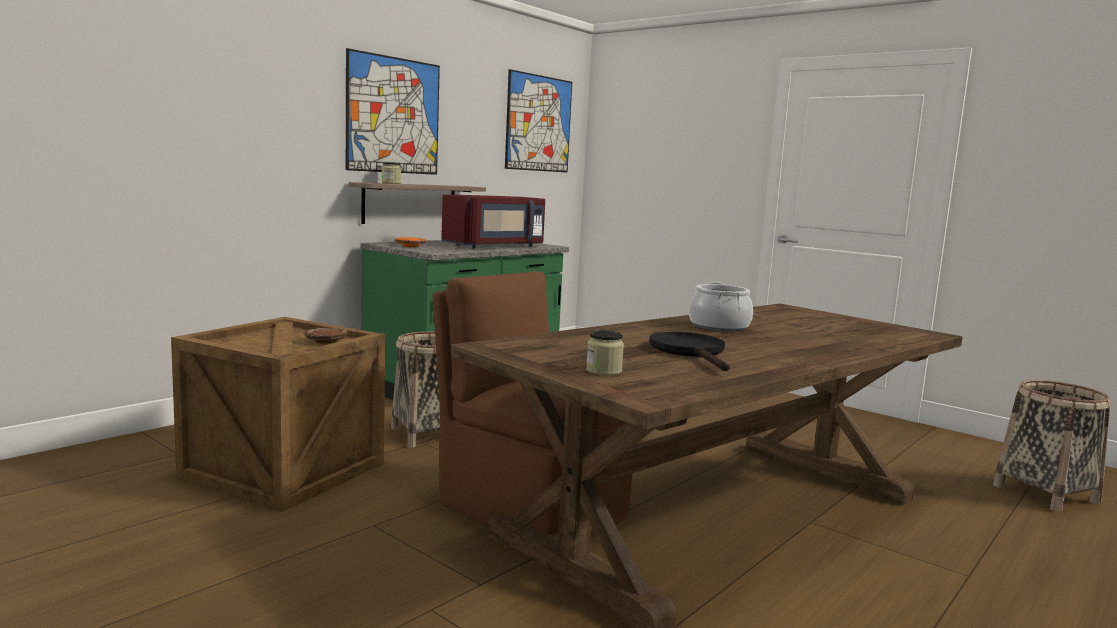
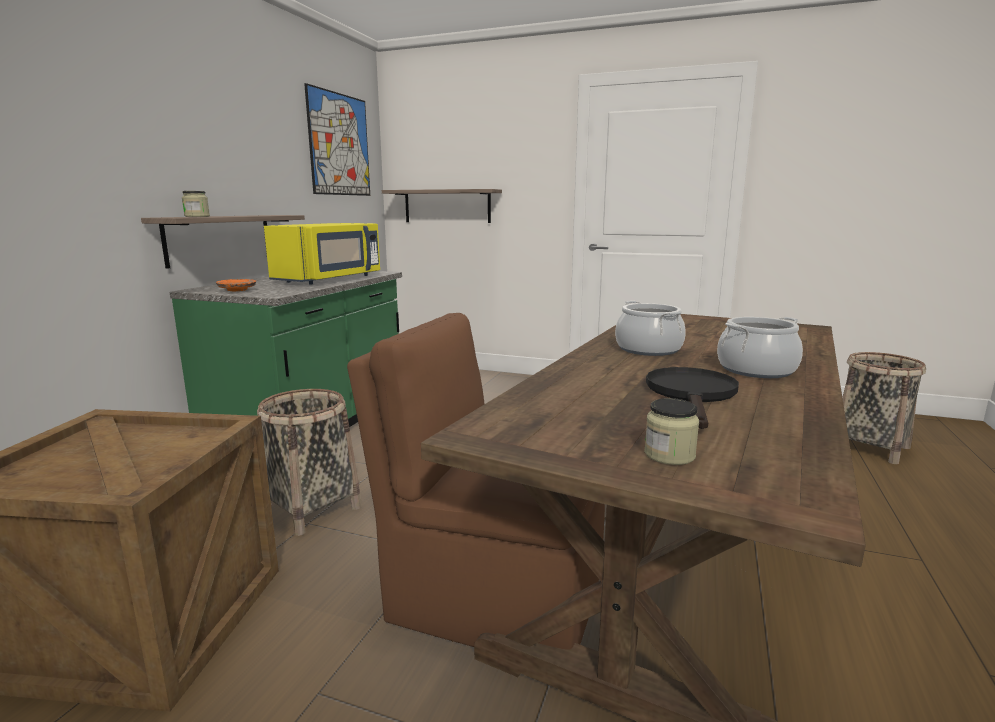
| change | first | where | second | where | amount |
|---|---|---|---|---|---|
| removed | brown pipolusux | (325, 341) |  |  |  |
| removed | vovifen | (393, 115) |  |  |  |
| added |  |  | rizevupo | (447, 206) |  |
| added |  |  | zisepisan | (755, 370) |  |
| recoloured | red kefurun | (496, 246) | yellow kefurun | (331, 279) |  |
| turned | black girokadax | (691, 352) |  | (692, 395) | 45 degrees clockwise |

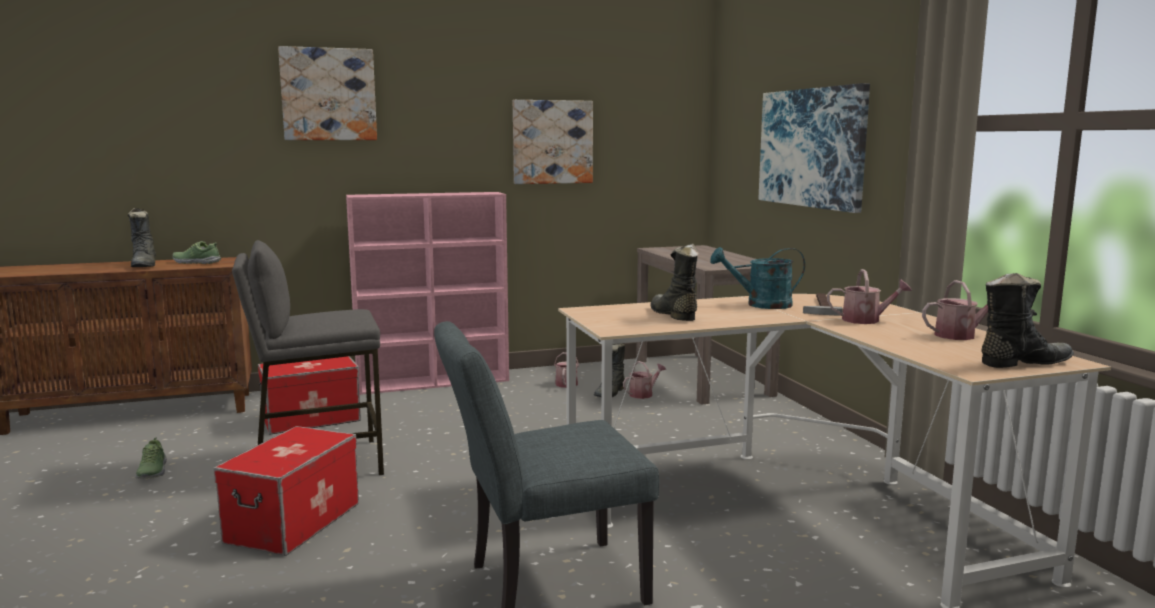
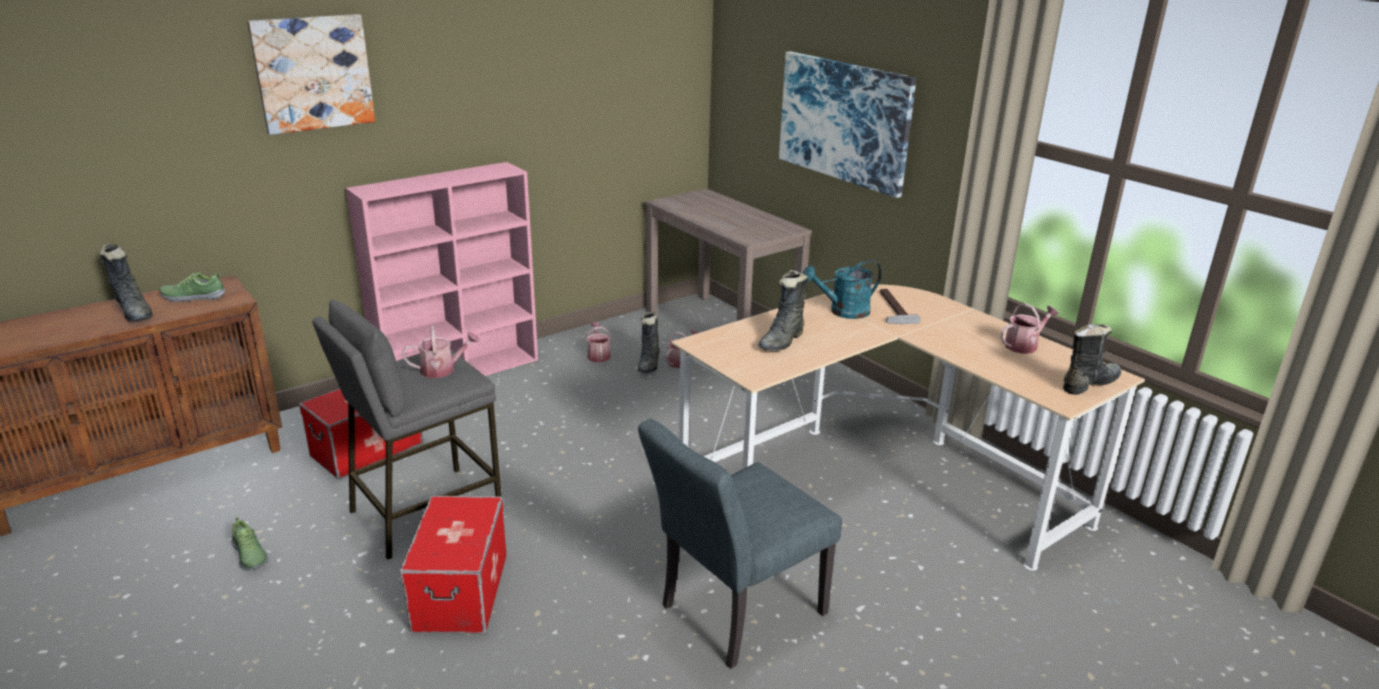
| change | first | where | second | where | amount |
|---|---|---|---|---|---|
| removed | vovifen | (552, 142) |  |  |  |
| moved | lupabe | (866, 320) |  | (443, 369) |  |
| turned | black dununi | (672, 314) |  | (782, 341) | 105 degrees counterclockwise |

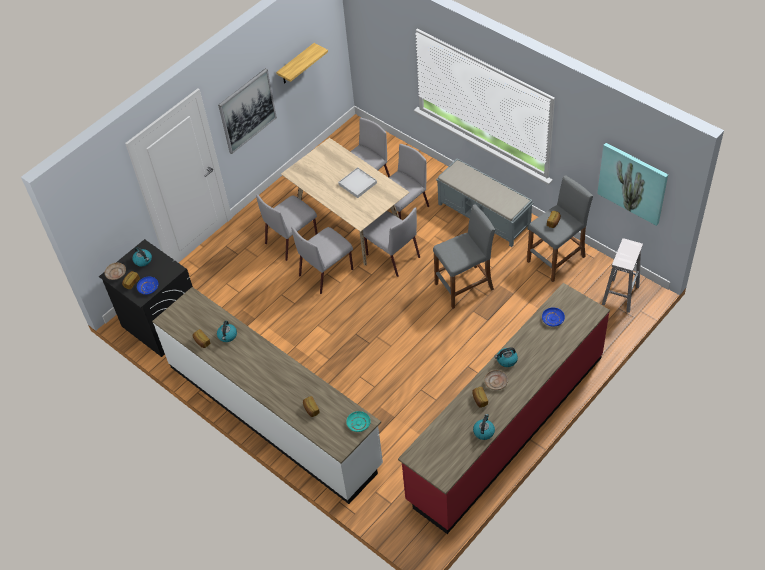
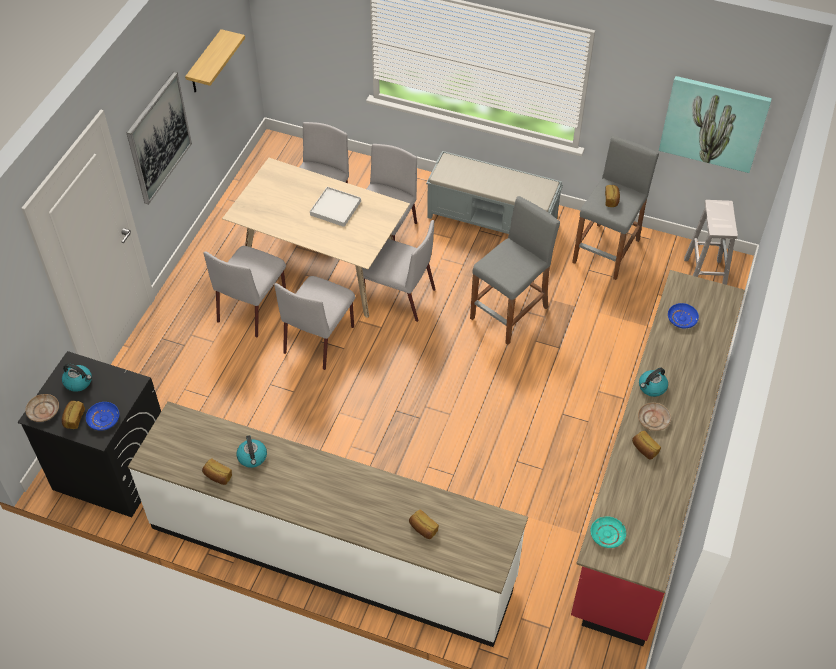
| change | first | where | second | where | amount |
|---|---|---|---|---|---|
| removed | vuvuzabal | (483, 431) |  |  |  |
| moved | turquoise pipolusux | (358, 423) |  | (607, 535) |  |

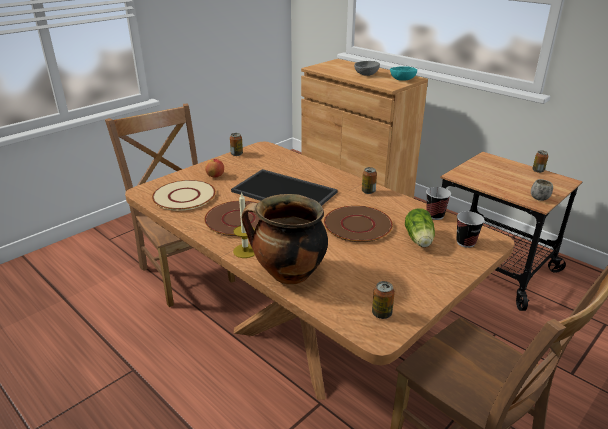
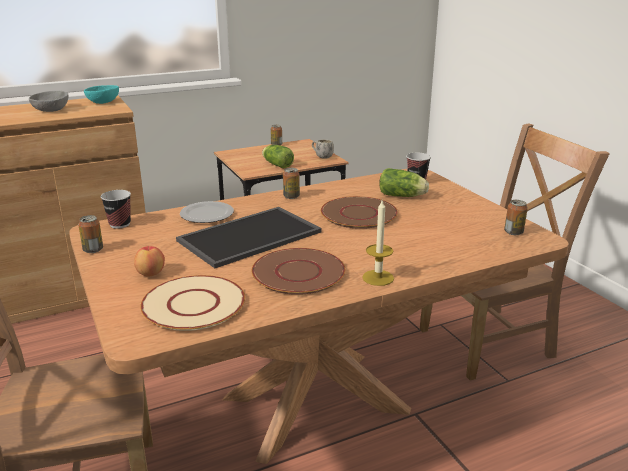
| change | first | where | second | where | amount |
|---|---|---|---|---|---|
| removed | zisepisan | (288, 275) |  |  |  |
| added |  |  | pipolusux | (206, 215) |  |
| added |  |  | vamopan | (276, 164) |  |
| moved | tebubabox | (435, 215) |  | (120, 224) |  |

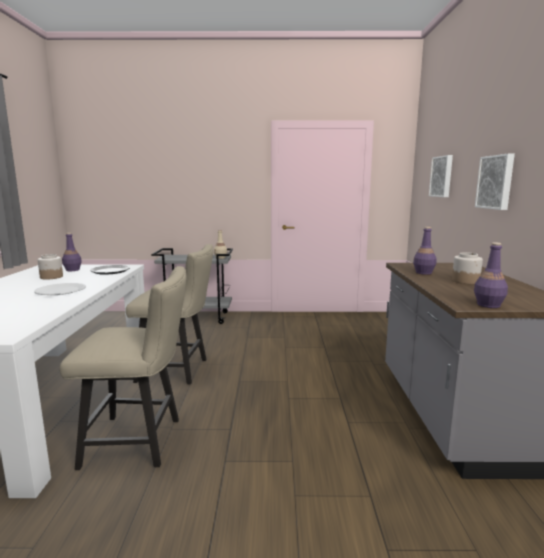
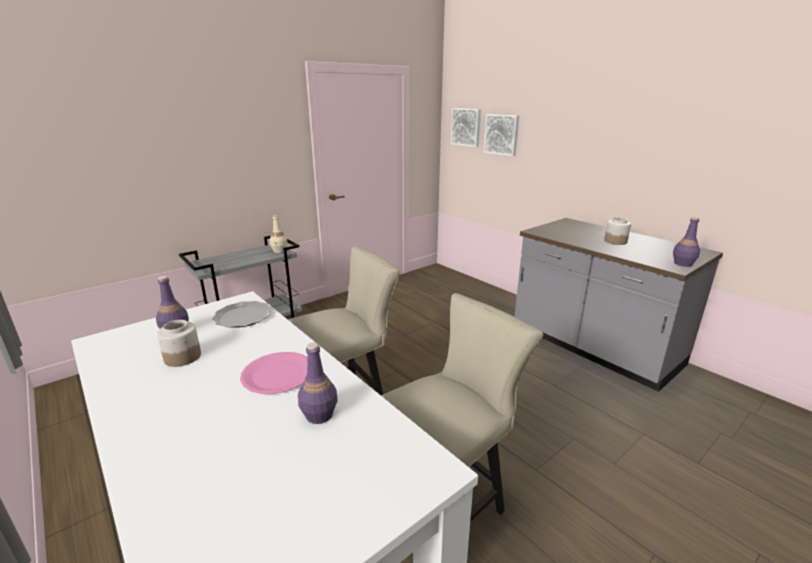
| change | first | where | second | where | amount |
|---|---|---|---|---|---|
| moved | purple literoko | (423, 273) |  | (319, 415) |  |
| moved | vovifen | (496, 182) |  | (466, 127) |  |
| recoloured | white pipolusux | (60, 291) | pink pipolusux | (278, 374) |  |

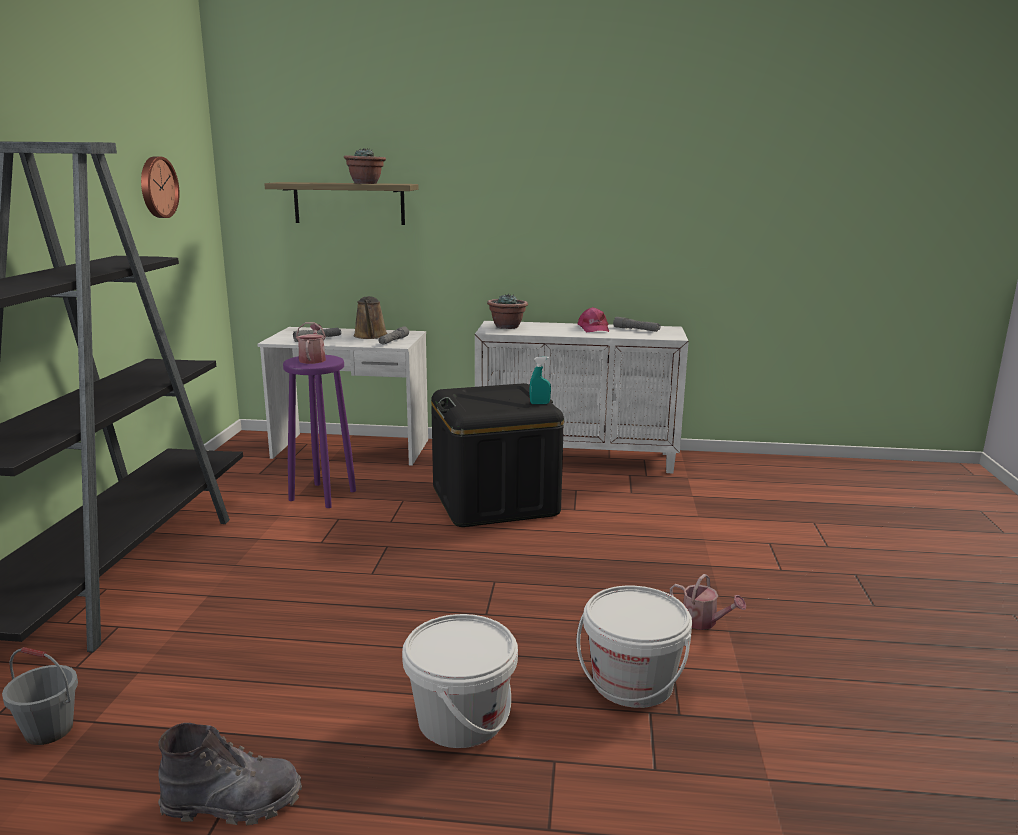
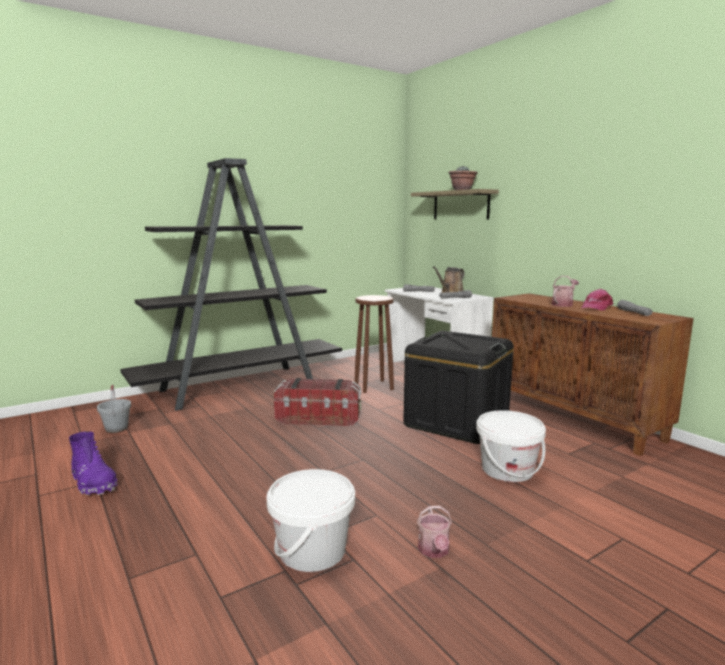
| change | first | where | second | where | amount |
|---|---|---|---|---|---|
| removed | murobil | (157, 187) |  |  |  |
| removed | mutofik | (507, 327) |  |  |  |
| removed | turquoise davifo | (539, 403) |  |  |  |
| added |  |  | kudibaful | (318, 418) |  |
| moved | lupabe | (313, 359) |  | (563, 304) |  |
| moved | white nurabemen | (461, 719) |  | (507, 470) |  |
| recoloured | grey dununi | (233, 803) | purple dununi | (93, 483) |  |
| recoloured | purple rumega | (322, 495) | brown rumega | (373, 386) |  |
| recoloured | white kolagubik | (577, 458) | brown kolagubik | (573, 419) |  |

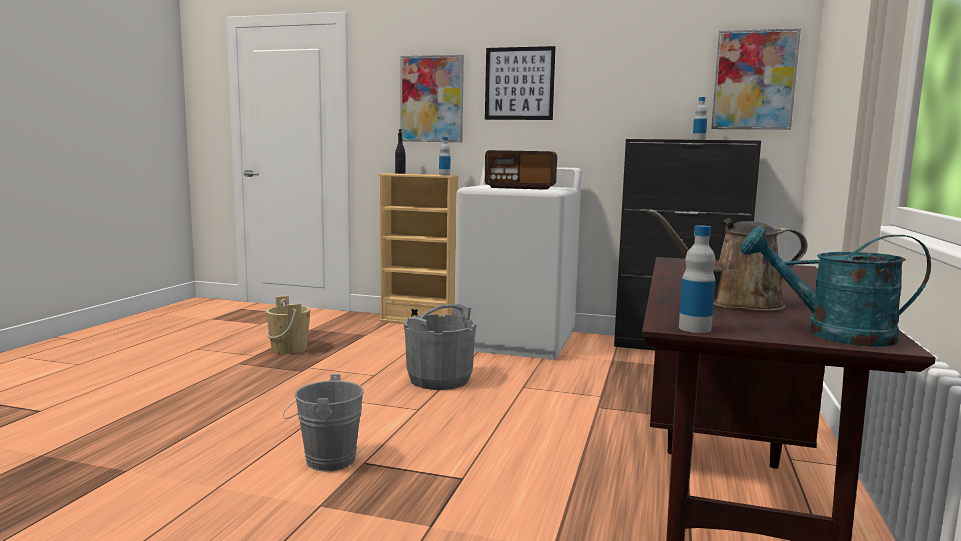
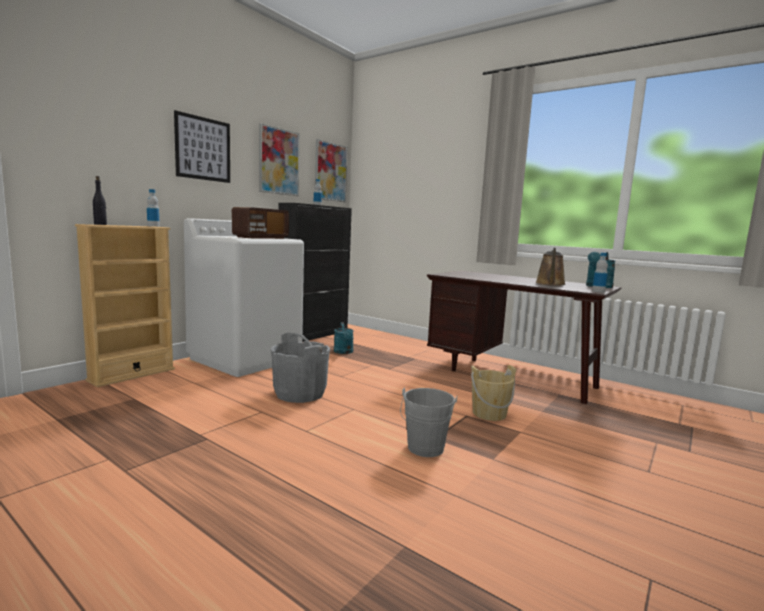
| change | first | where | second | where | amount |
|---|---|---|---|---|---|
| added |  |  | turquoise lupabe | (344, 352) |  |
| moved | beige nurabemen | (289, 348) |  | (489, 414) |  |
| moved | vovifen | (432, 99) |  | (279, 161) |  |

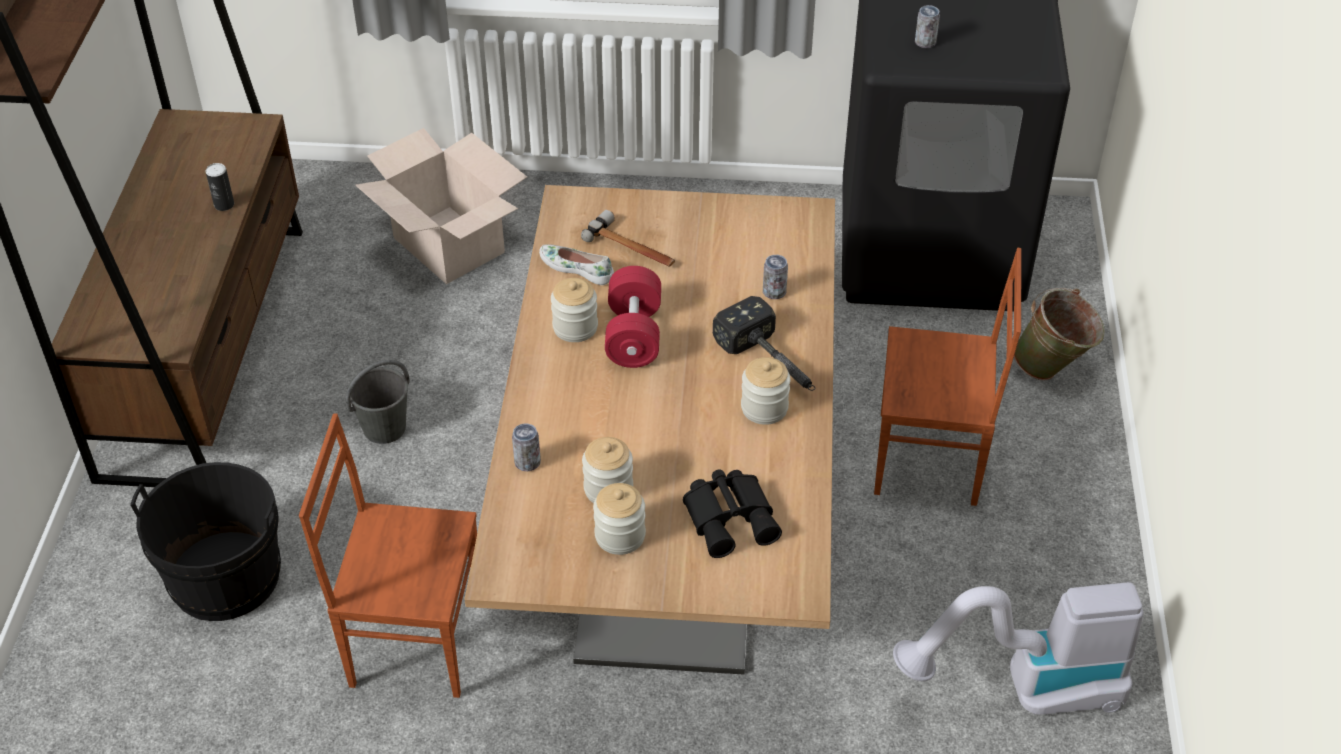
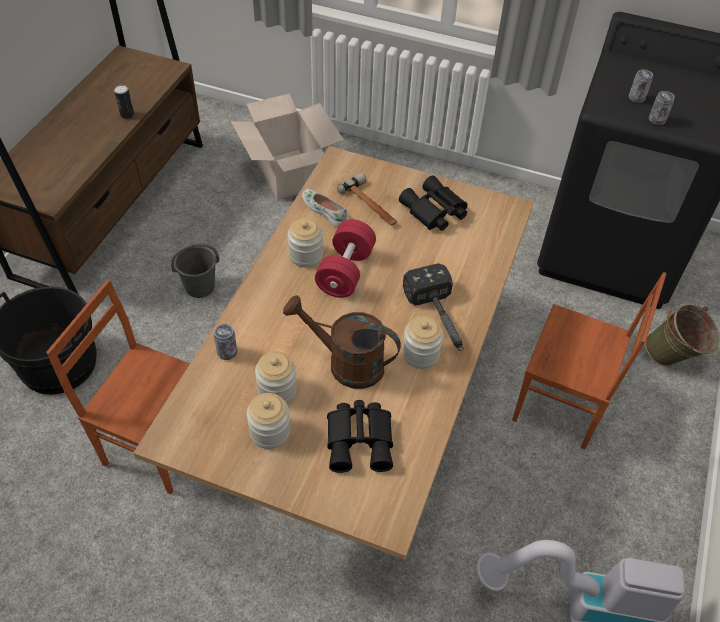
| change | first | where | second | where | amount |
|---|---|---|---|---|---|
| added |  |  | brown lupabe | (346, 363) |  |
| added |  |  | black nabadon | (433, 211) |  |
| moved | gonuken | (774, 292) |  | (656, 120) |  |

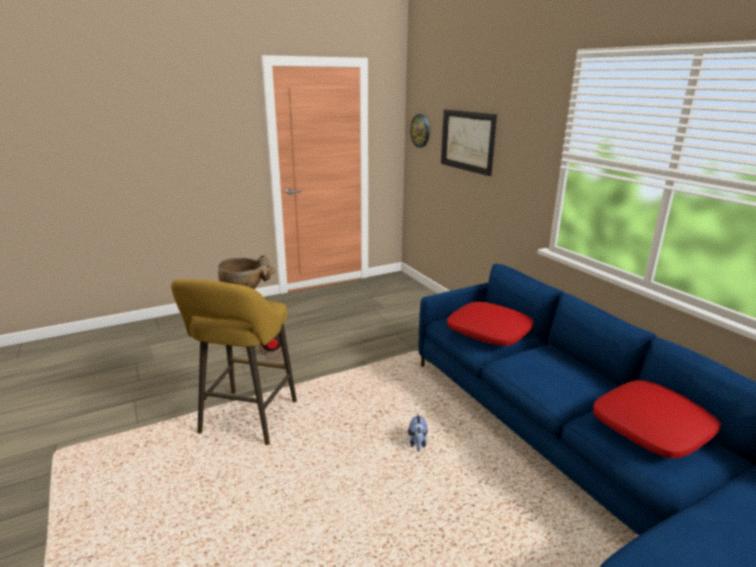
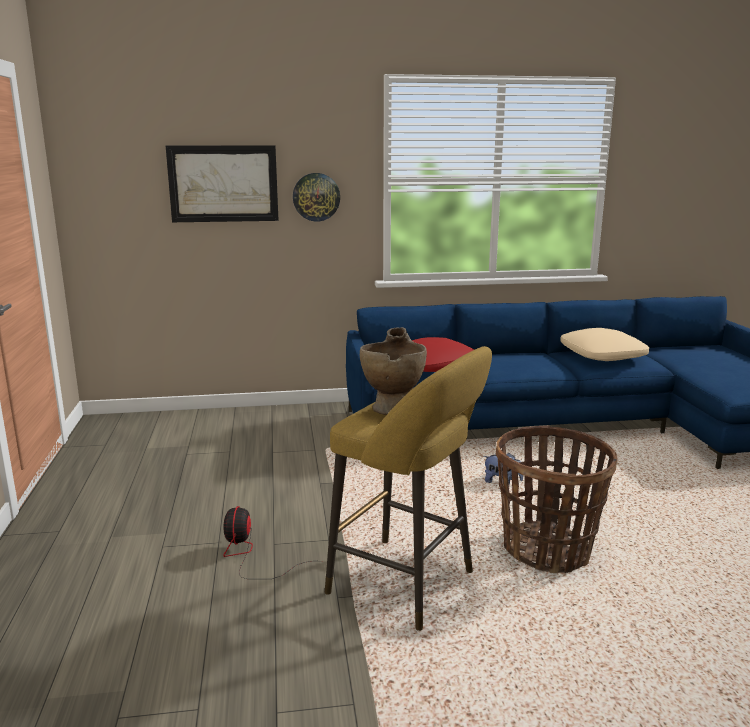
| change | first | where | second | where | amount |
|---|---|---|---|---|---|
| added |  |  | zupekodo | (547, 550) |  |
| moved | murobil | (420, 130) |  | (316, 197) |  |
| recoloured | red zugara | (652, 428) | beige zugara | (603, 355) |  |

